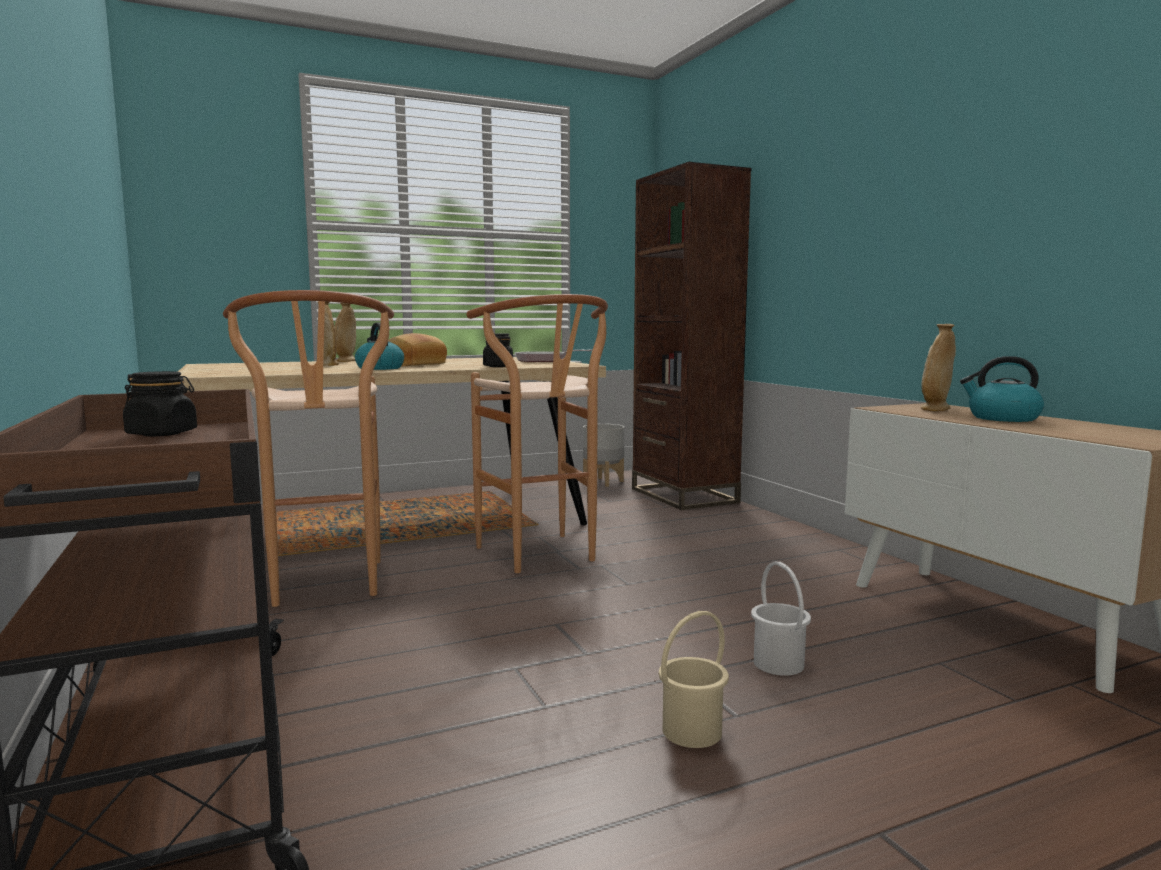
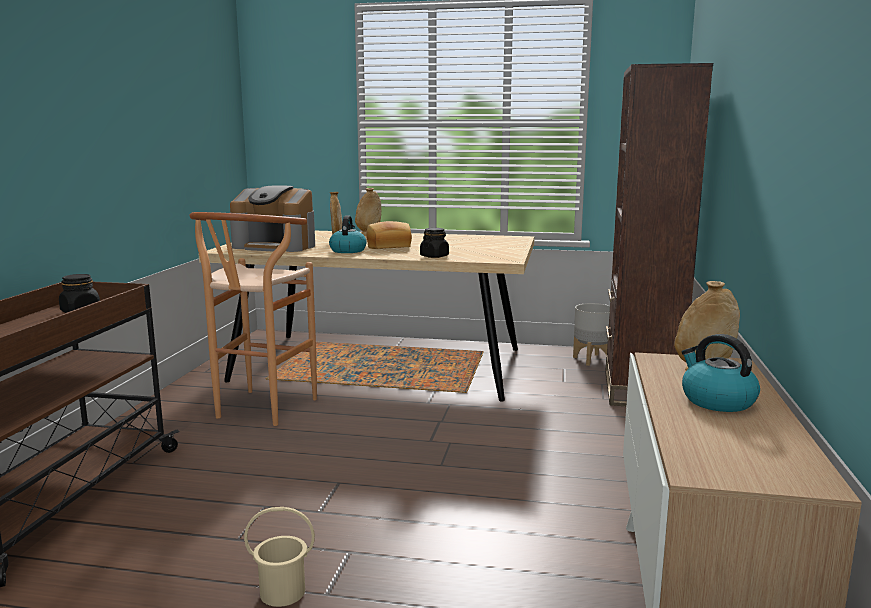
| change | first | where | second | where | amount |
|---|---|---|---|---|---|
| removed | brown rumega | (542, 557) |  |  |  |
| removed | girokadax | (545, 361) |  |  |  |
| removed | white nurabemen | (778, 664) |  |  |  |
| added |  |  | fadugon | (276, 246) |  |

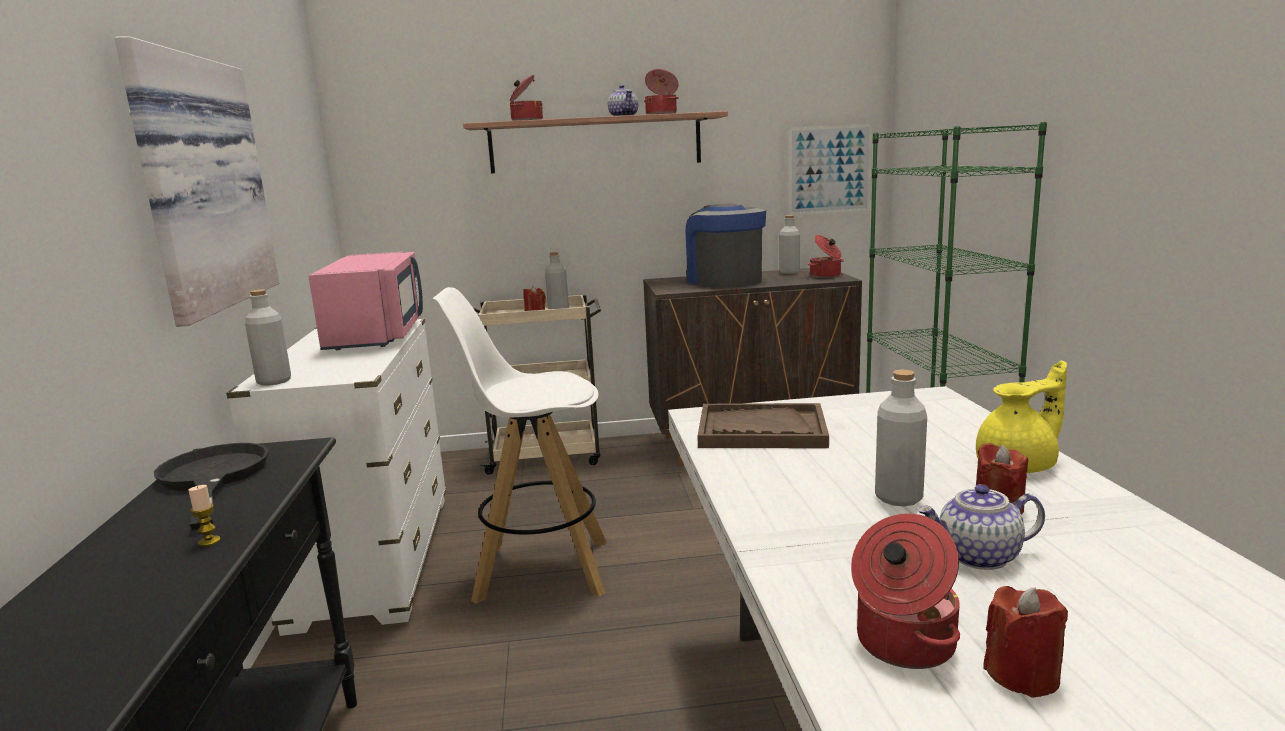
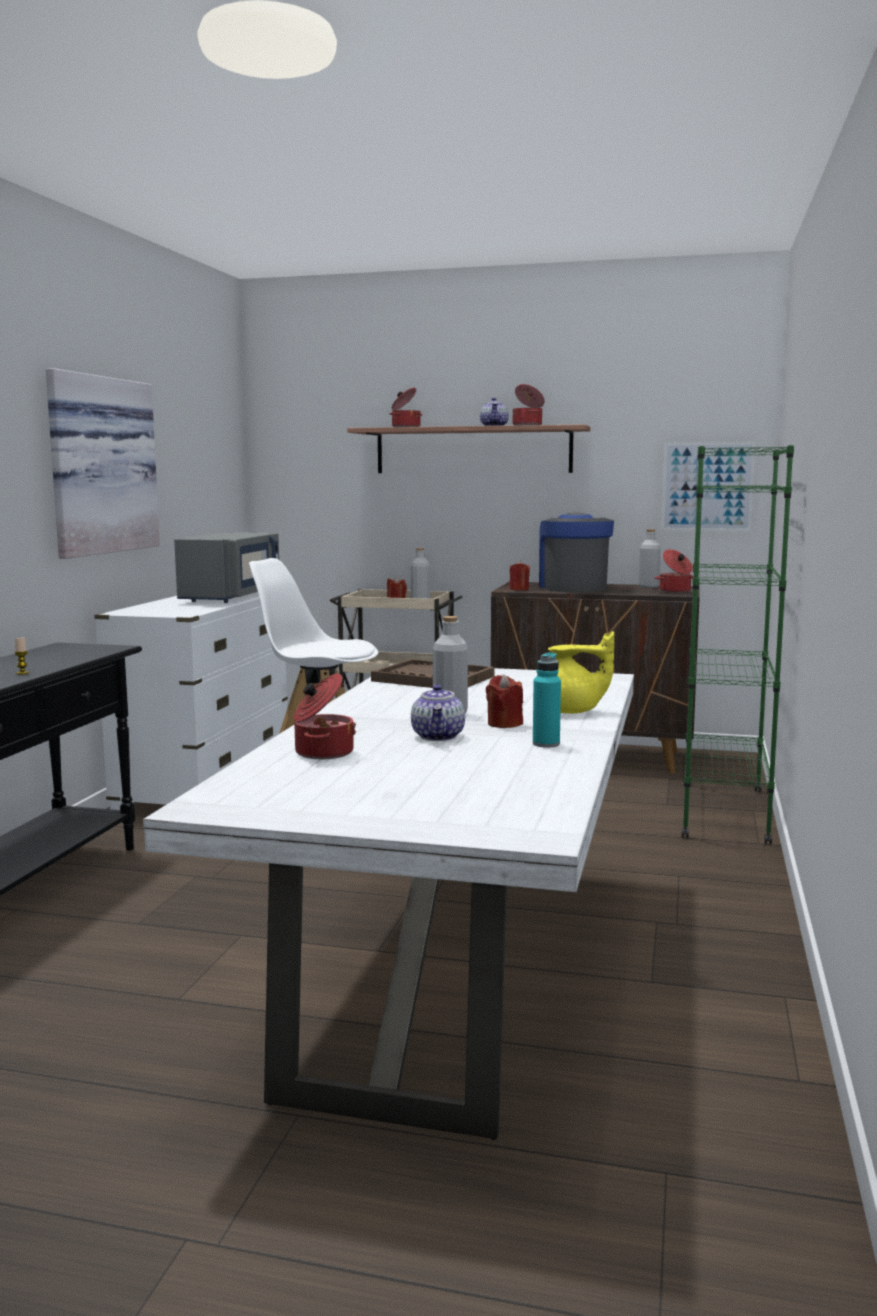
| change | first | where | second | where | amount |
|---|---|---|---|---|---|
| removed | black girokadax | (213, 479) |  |  |  |
| removed | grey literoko | (274, 381) |  |  |  |
| added |  |  | turquoise literoko | (546, 744) |  |
| moved | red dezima | (1022, 675) |  | (519, 589) |  |
| recoloured | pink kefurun | (378, 335) | grey kefurun | (233, 597) |  |
| turned | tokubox | (978, 557) |  | (438, 736) | 105 degrees counterclockwise |

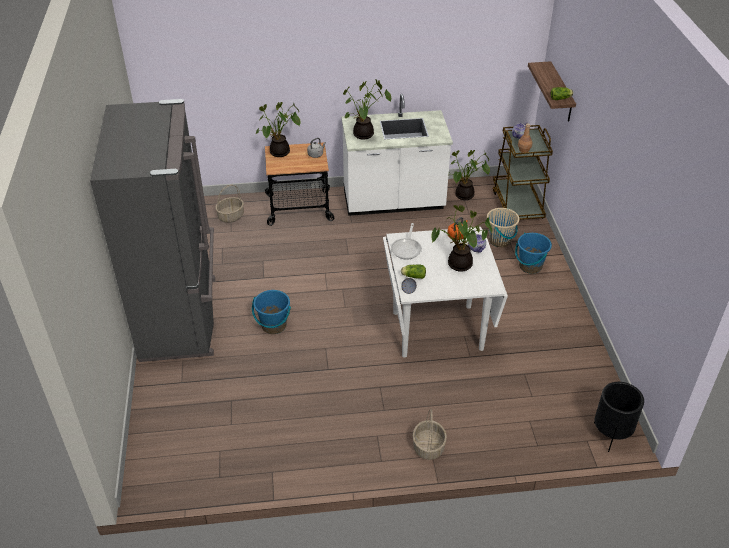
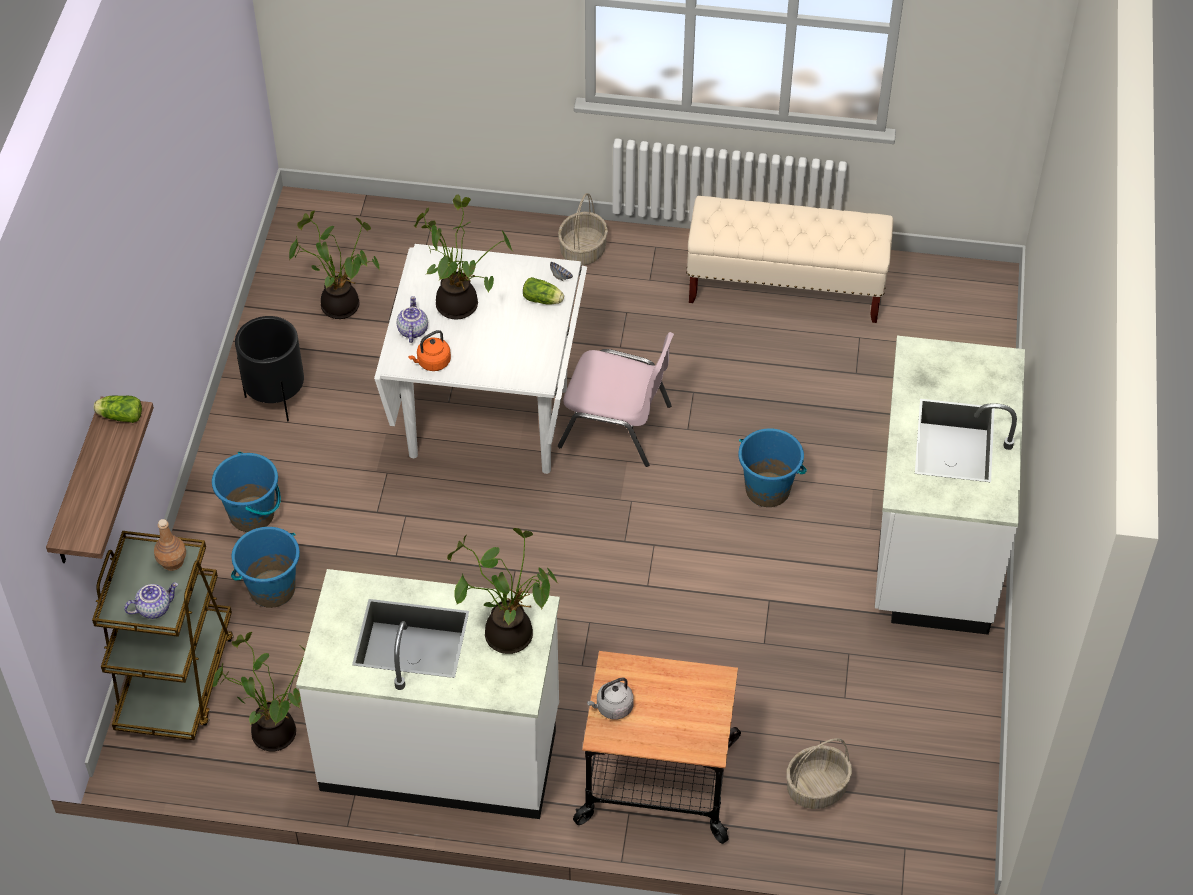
| change | first | where | second | where | amount |
|---|---|---|---|---|---|
| removed | girokadax | (407, 249) |  |  |  |
| added |  |  | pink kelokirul | (617, 426) |  |
| added |  |  | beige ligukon | (786, 288) |  |
| moved | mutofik | (279, 153) |  | (341, 304) |  |
| moved | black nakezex | (610, 435) |  | (276, 398) |  |
| replaced | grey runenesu | (181, 317) | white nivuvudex | (932, 542) |  |
| recoloured | beige nurabemen | (500, 240) | blue nurabemen | (272, 589) |  |

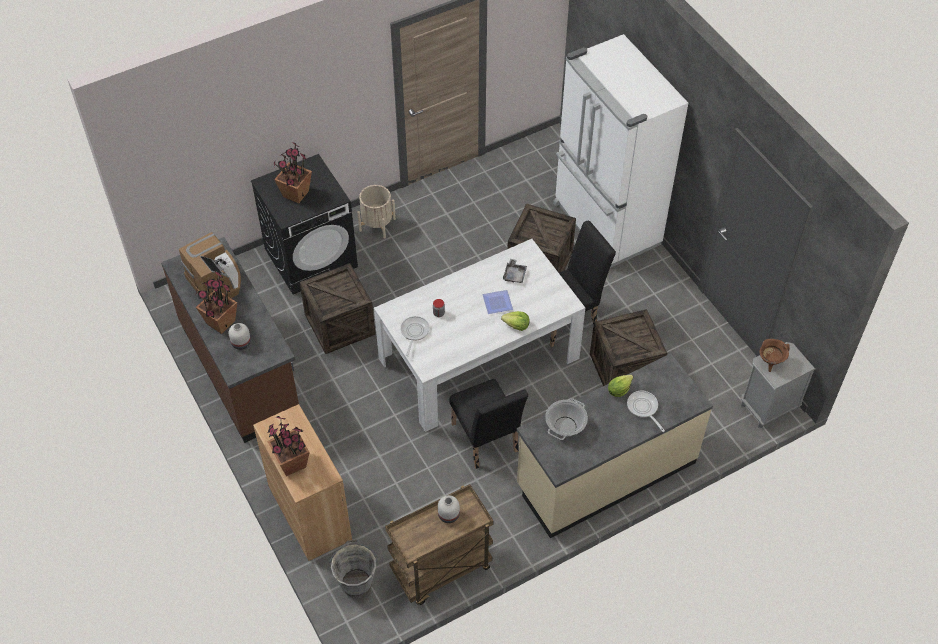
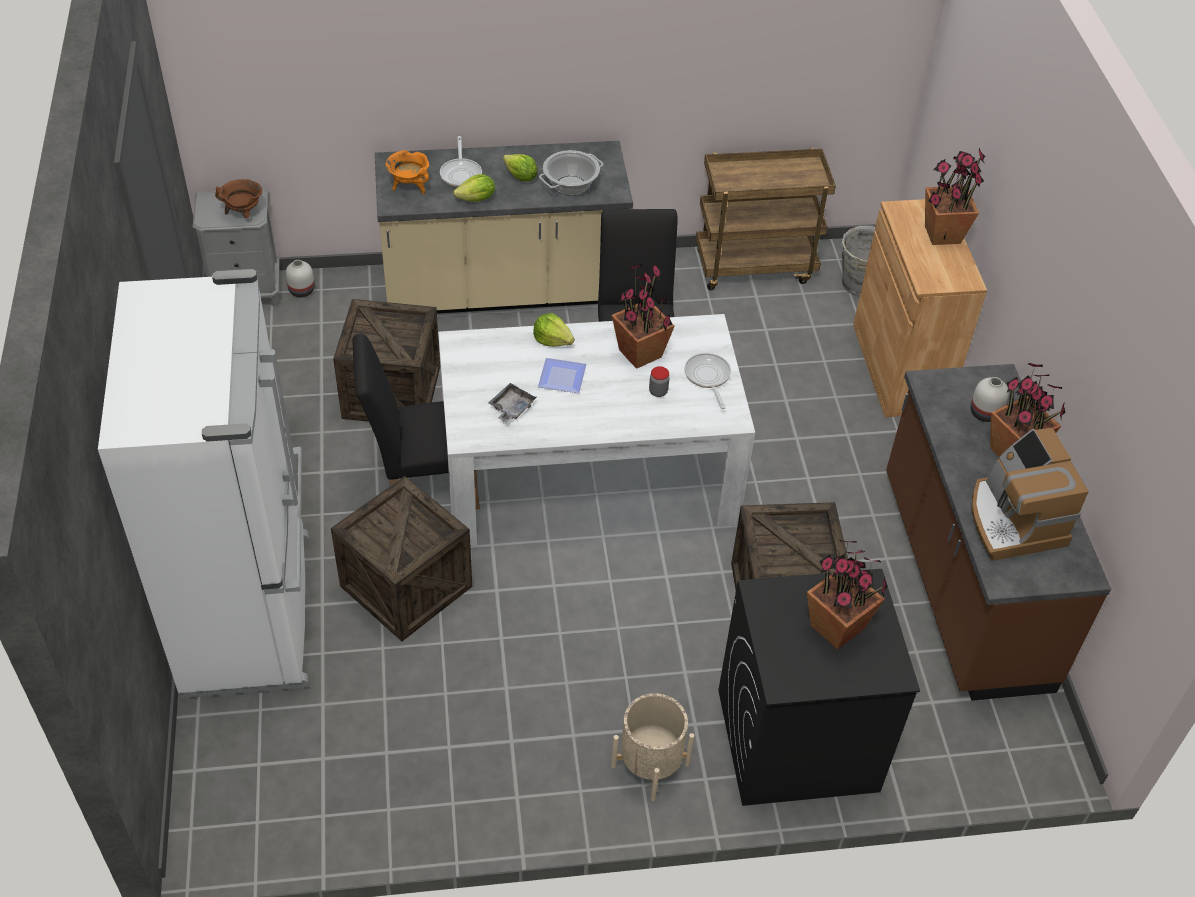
| change | first | where | second | where | amount |
|---|---|---|---|---|---|
| added |  |  | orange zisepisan | (409, 187) |  |
| added |  |  | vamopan | (520, 177) |  |
| added |  |  | mutofik | (640, 354) |  |
| moved | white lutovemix | (448, 514) |  | (301, 291) |  |
| turned | girokadax | (414, 332) |  | (708, 377) | 135 degrees clockwise |

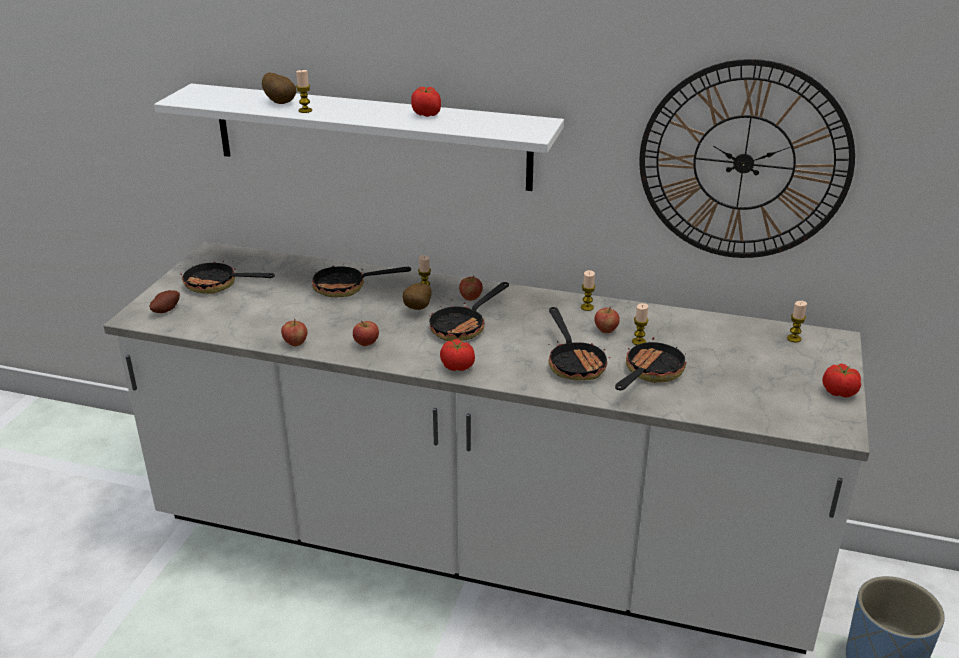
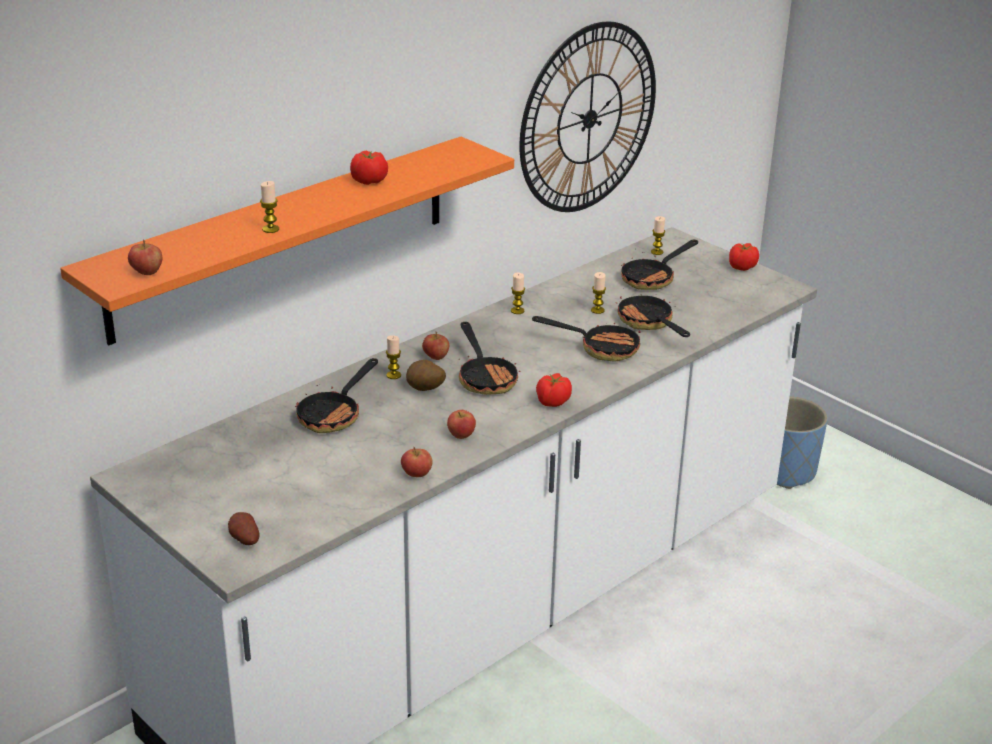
| change | first | where | second | where | amount |
|---|---|---|---|---|---|
| removed | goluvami | (281, 102) |  |  |  |
| moved | girokadax | (218, 285) |  | (653, 278) |  |
| moved | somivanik | (605, 330) |  | (147, 272) |  |
| recoloured | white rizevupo | (370, 136) | orange rizevupo | (283, 237) |  |

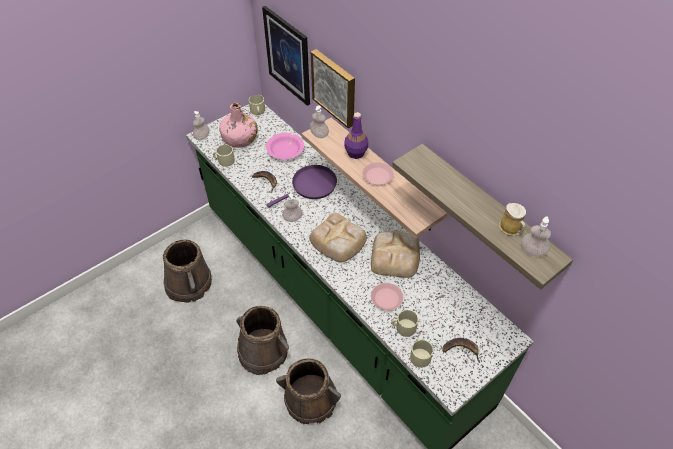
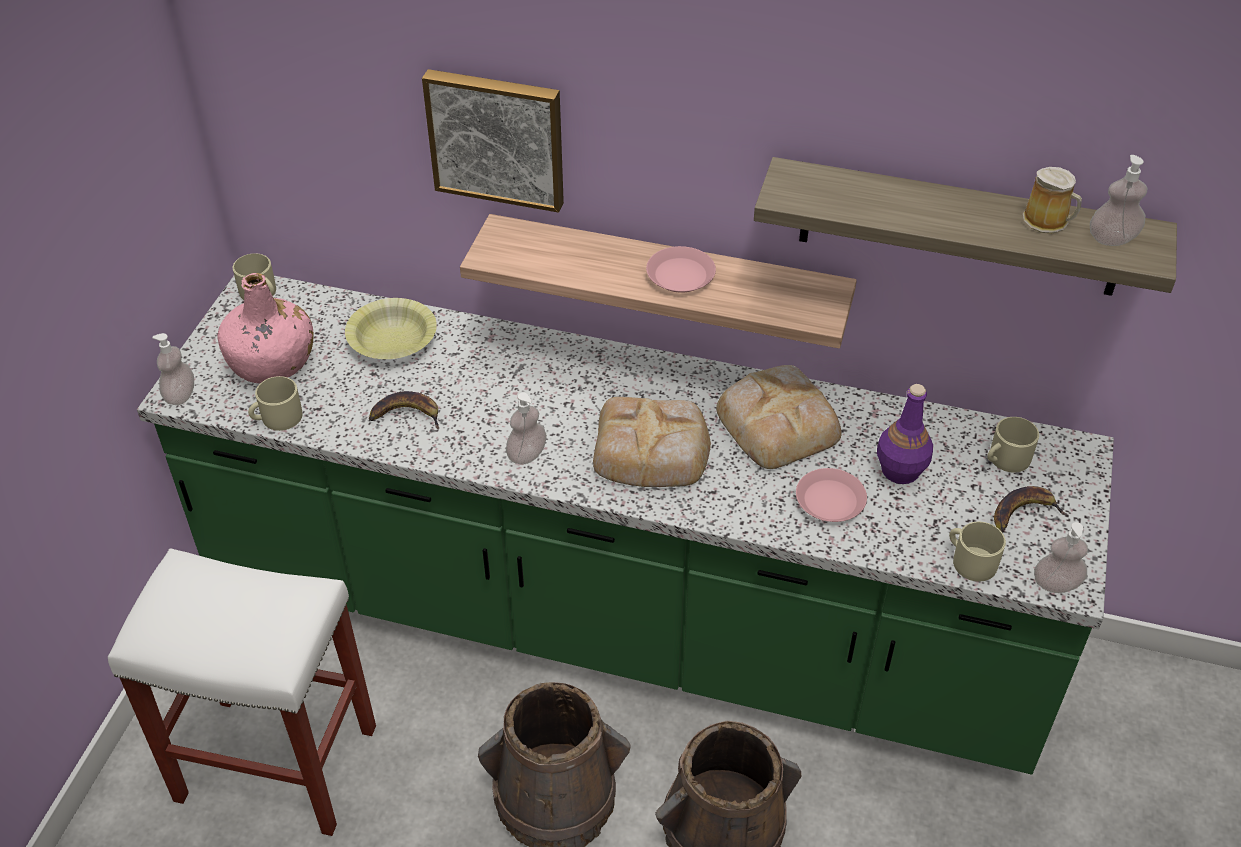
| change | first | where | second | where | amount |
|---|---|---|---|---|---|
| removed | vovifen | (288, 56) |  |  |  |
| removed | purple girokadax | (311, 186) |  |  |  |
| moved | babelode | (319, 134) |  | (1056, 584) |  |
| moved | purple literoko | (355, 153) |  | (899, 470) |  |
| moved | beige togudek | (403, 327) |  | (1005, 459) |  |
| replaced | brown nurabemen | (189, 284) | white rumega | (280, 762) |  |
| recoloured | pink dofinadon | (285, 151) | yellow dofinadon | (393, 340) |  |

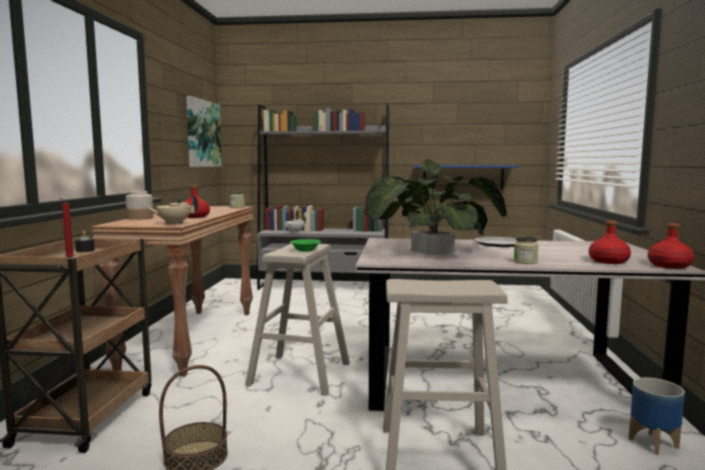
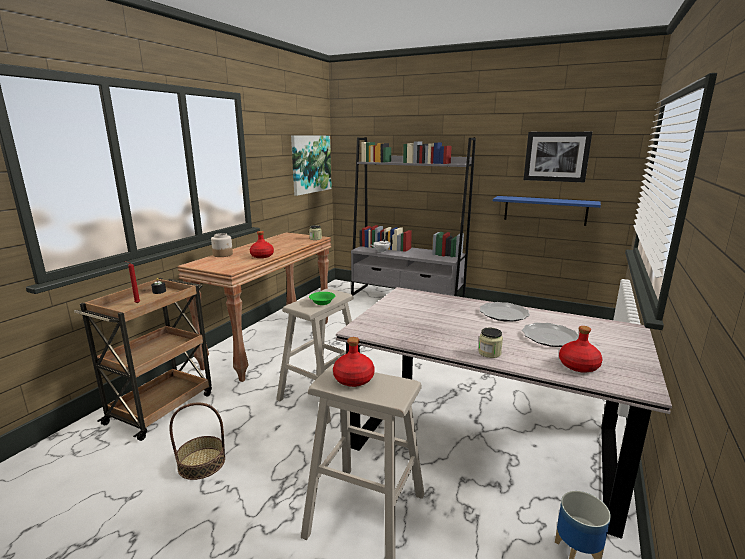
| change | first | where | second | where | amount |
|---|---|---|---|---|---|
| removed | beige tokubox | (174, 223) |  |  |  |
| removed | mutofik | (432, 251) |  |  |  |
| added |  |  | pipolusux | (550, 337) |  |
| added |  |  | vovifen | (556, 156) |  |
| moved | red literoko | (670, 266) |  | (354, 379) |  |

